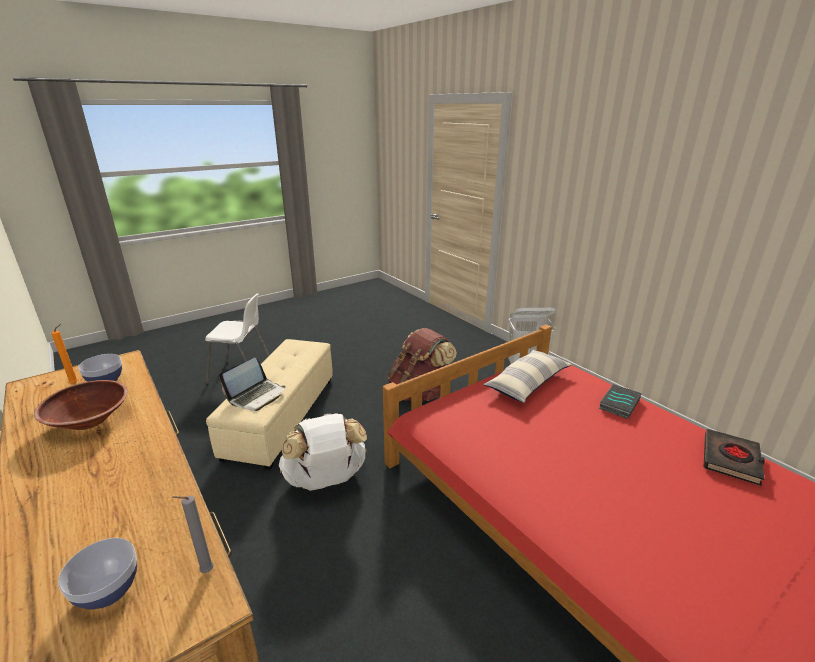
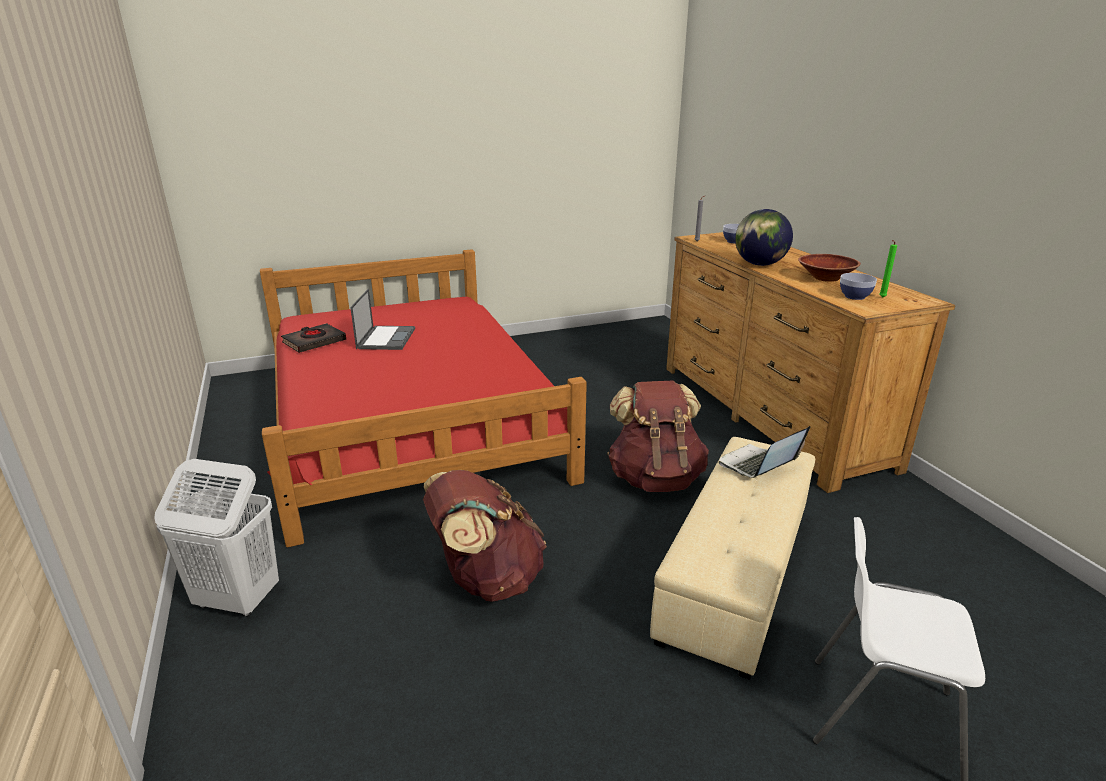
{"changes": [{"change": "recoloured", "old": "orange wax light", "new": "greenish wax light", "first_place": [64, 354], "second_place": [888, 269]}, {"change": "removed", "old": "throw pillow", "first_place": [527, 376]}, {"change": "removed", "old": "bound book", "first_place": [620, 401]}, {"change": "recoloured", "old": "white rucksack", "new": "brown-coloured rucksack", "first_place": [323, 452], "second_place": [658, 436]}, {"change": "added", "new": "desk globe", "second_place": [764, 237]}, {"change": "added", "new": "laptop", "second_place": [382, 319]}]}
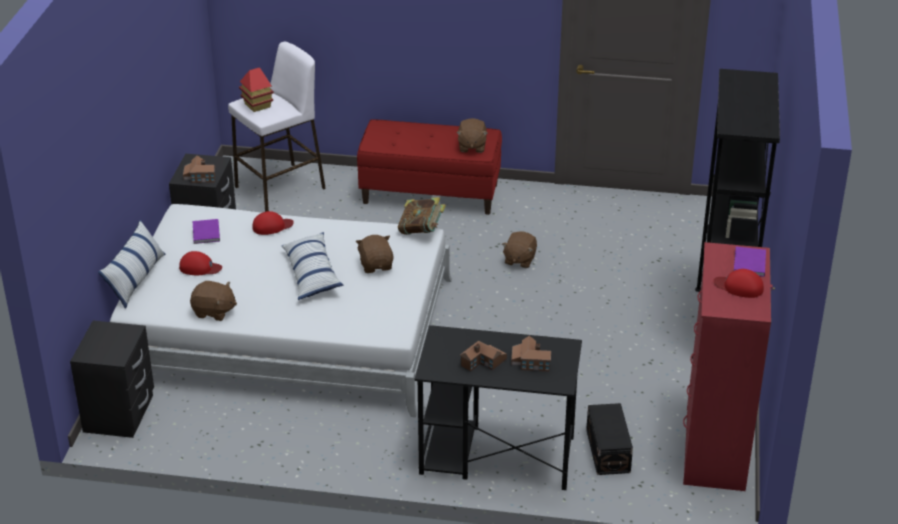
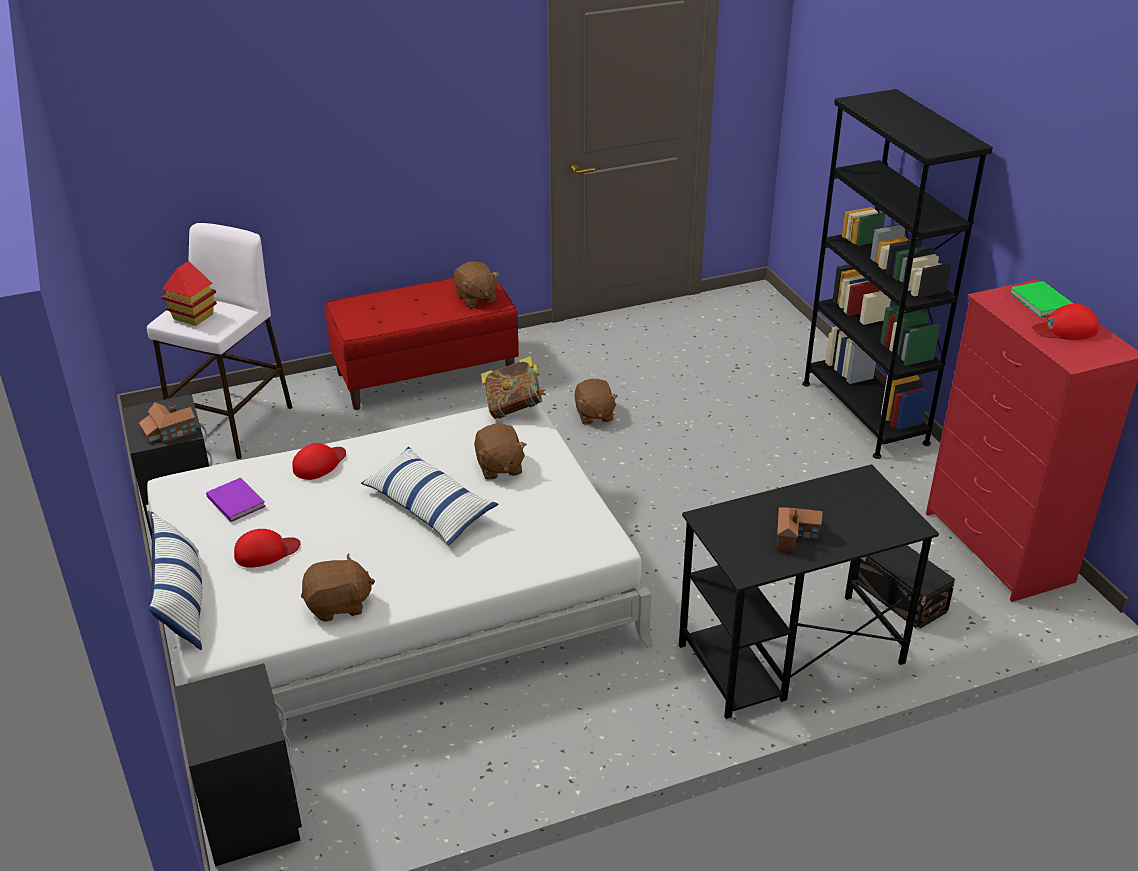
{"changes": [{"change": "turned", "old": "brown-coloured plush toy", "first_place": [375, 254], "second_place": [500, 452], "degrees": -150}, {"change": "recoloured", "old": "purple bound book", "new": "greenish bound book", "first_place": [750, 262], "second_place": [1041, 299]}, {"change": "removed", "old": "model house", "first_place": [531, 354]}]}
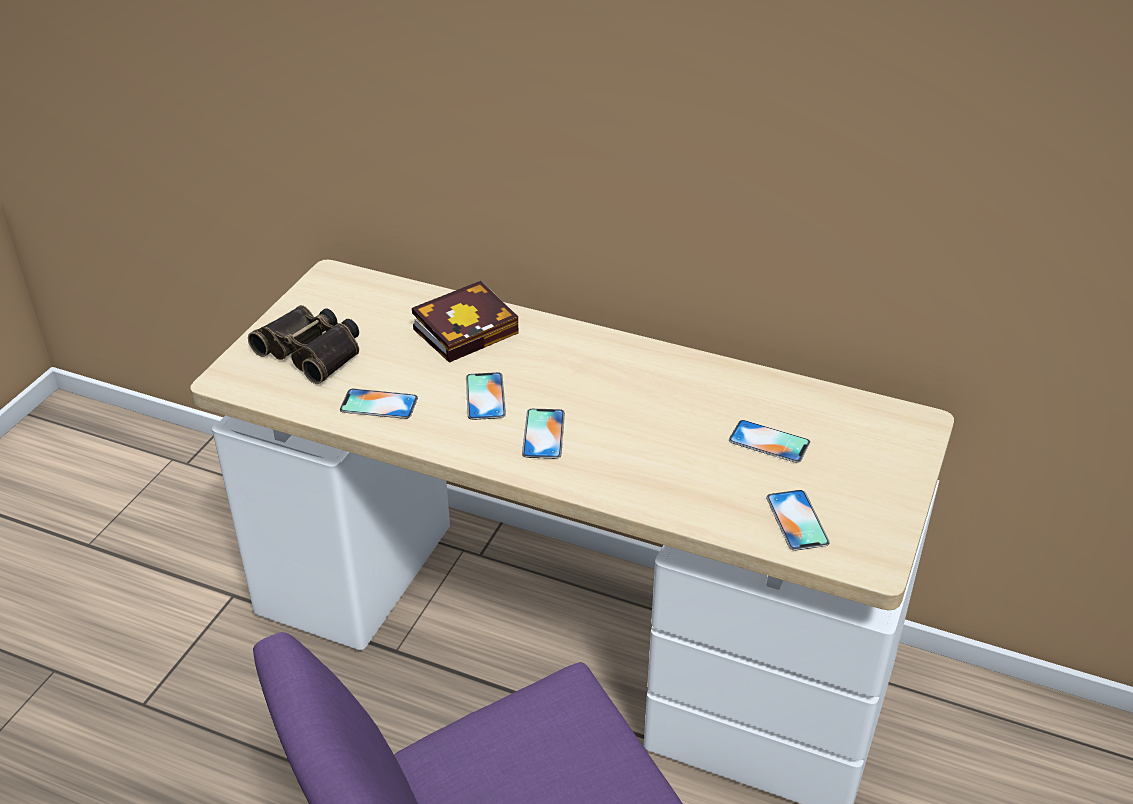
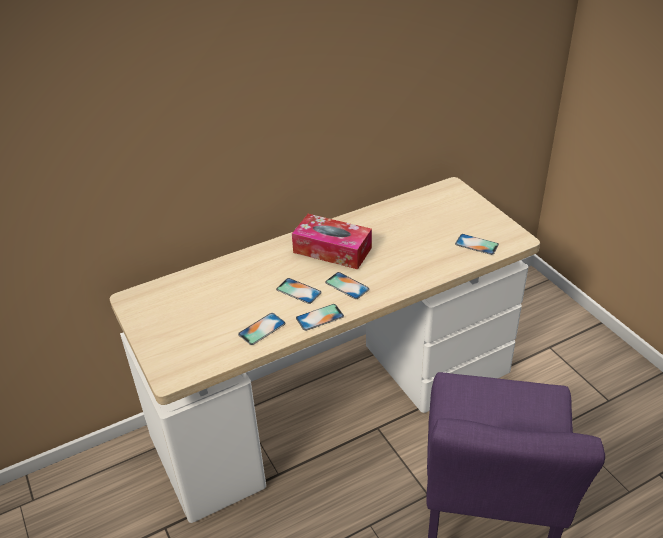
{"changes": [{"change": "removed", "old": "bound book", "first_place": [465, 322]}, {"change": "removed", "old": "field glasses", "first_place": [303, 344]}, {"change": "moved", "old": "telephone", "first_place": [769, 441], "second_place": [320, 317]}, {"change": "added", "new": "tissue box", "second_place": [332, 241]}]}
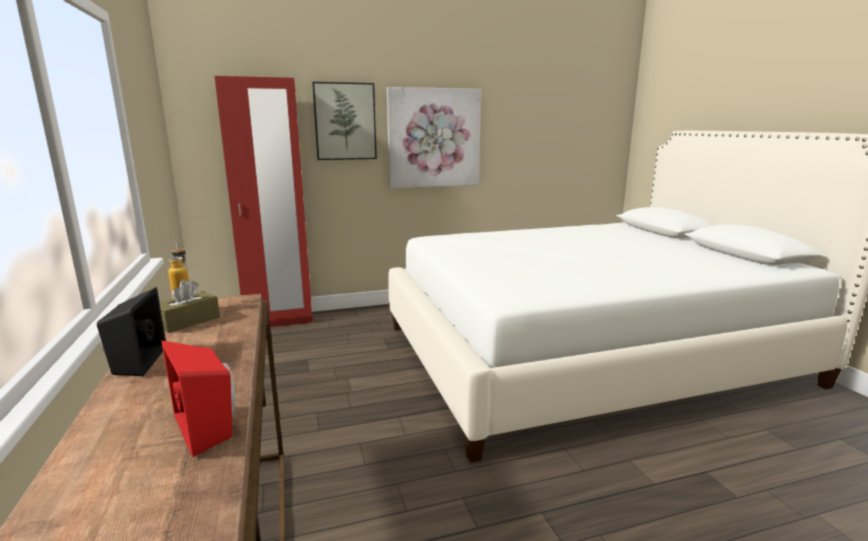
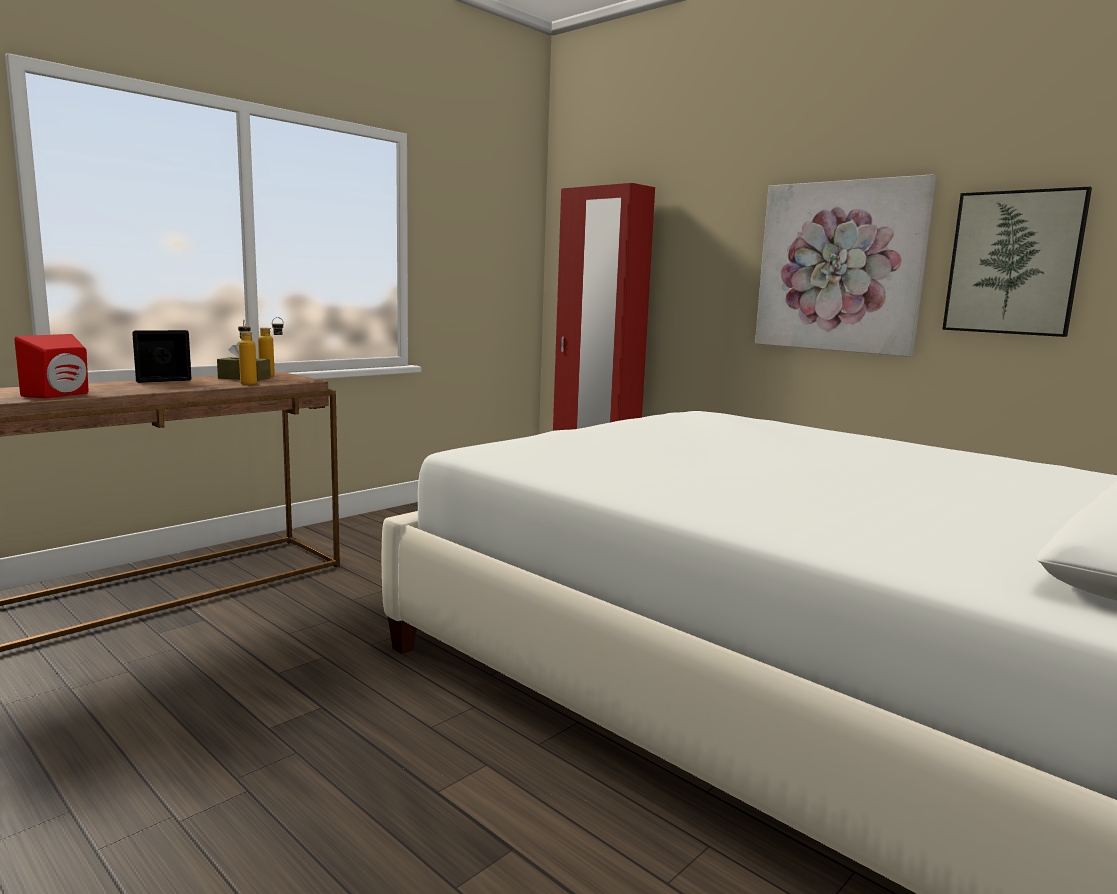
{"changes": [{"change": "moved", "old": "wall picture", "first_place": [344, 121], "second_place": [1017, 262]}, {"change": "added", "new": "beverage bottle", "second_place": [247, 352]}]}
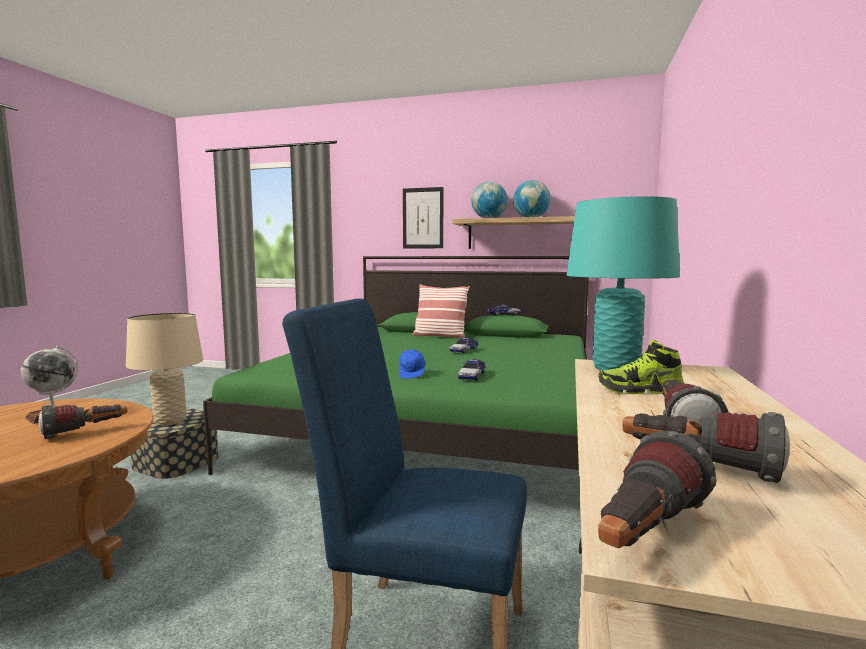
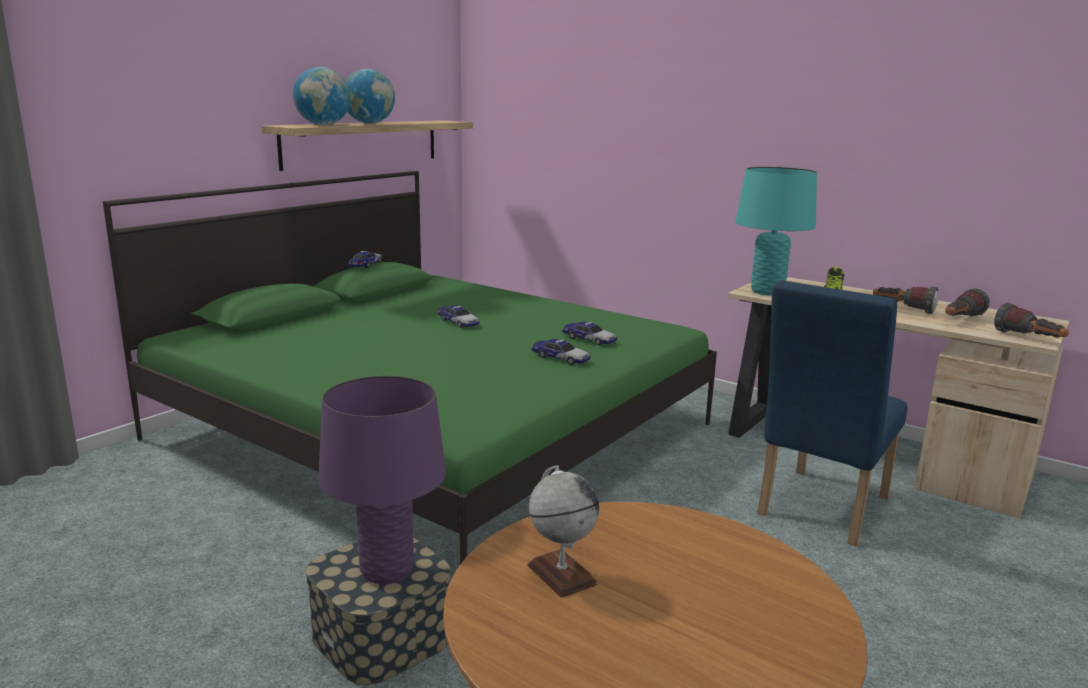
{"changes": [{"change": "removed", "old": "wall picture", "first_place": [423, 218]}, {"change": "removed", "old": "throw pillow", "first_place": [441, 311]}, {"change": "recoloured", "old": "beige-coloured tabletop lamp", "new": "purple tabletop lamp", "first_place": [164, 369], "second_place": [382, 480]}, {"change": "replaced", "old": "bluish cap", "new": "model car", "first_place": [412, 364], "second_place": [561, 352]}, {"change": "removed", "old": "torch", "first_place": [82, 421]}]}
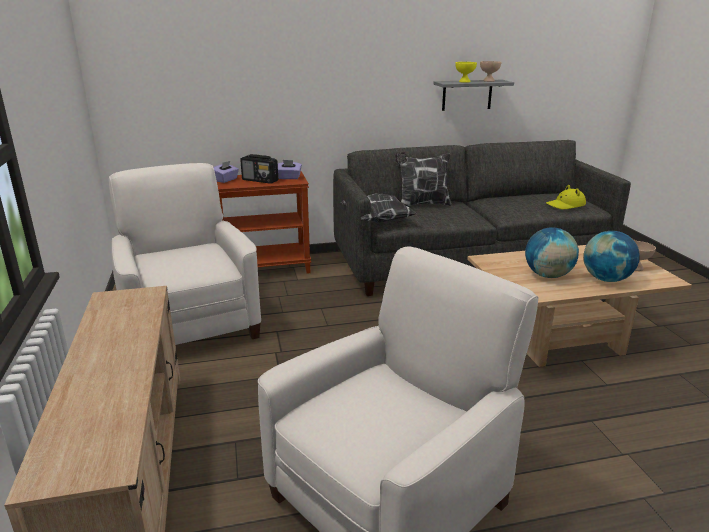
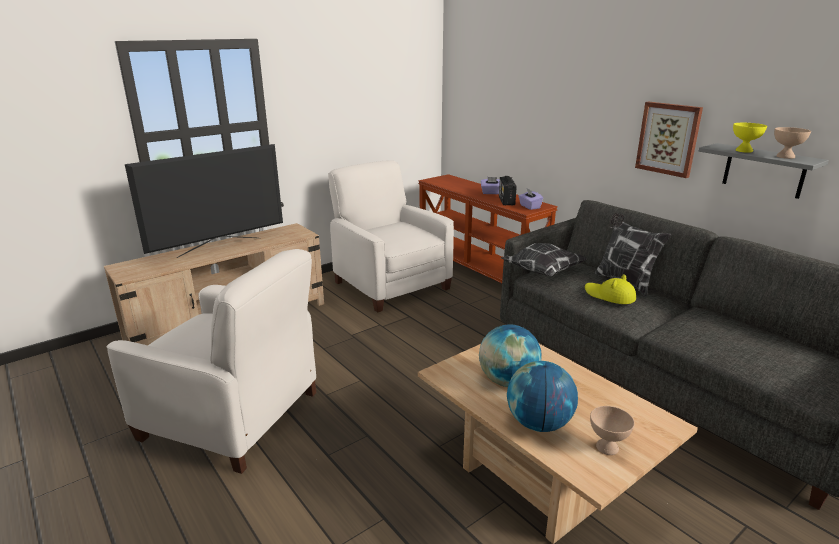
{"changes": [{"change": "turned", "old": "white armchair", "first_place": [185, 254], "second_place": [391, 236], "degrees": -75}, {"change": "moved", "old": "yellow hat", "first_place": [566, 197], "second_place": [610, 289]}, {"change": "added", "new": "wall picture", "second_place": [669, 139]}, {"change": "added", "new": "TV set", "second_place": [204, 201]}]}
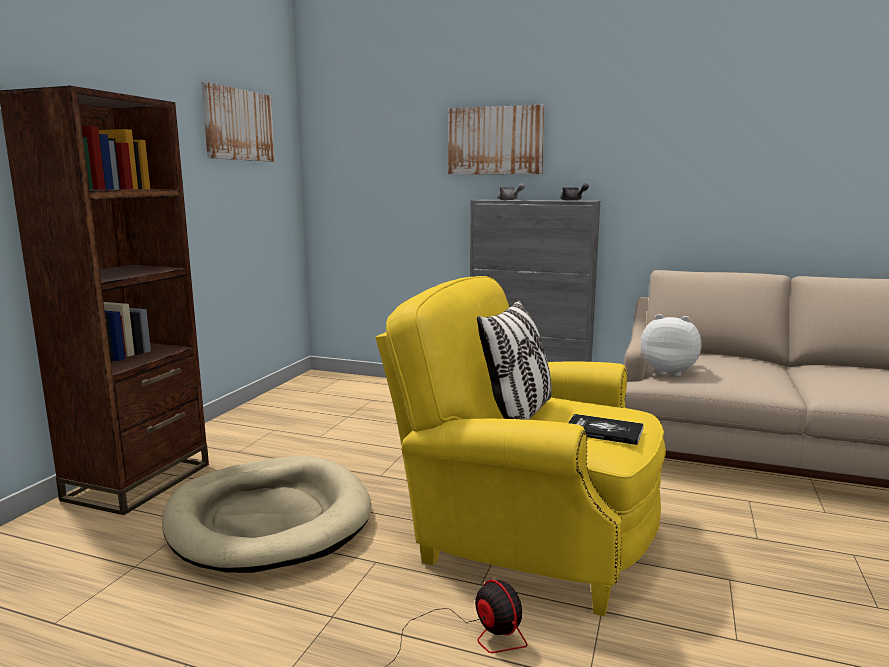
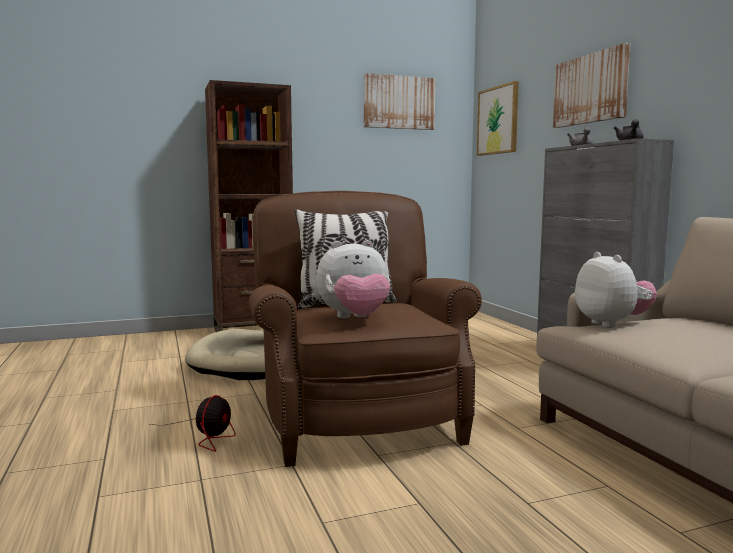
{"changes": [{"change": "recoloured", "old": "yellow armchair", "new": "brown-coloured armchair", "first_place": [520, 446], "second_place": [365, 329]}, {"change": "replaced", "old": "bound book", "new": "plush toy", "first_place": [606, 429], "second_place": [353, 279]}, {"change": "added", "new": "wall picture", "second_place": [498, 118]}]}
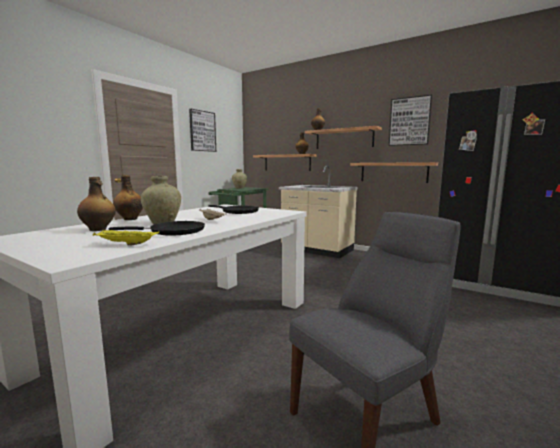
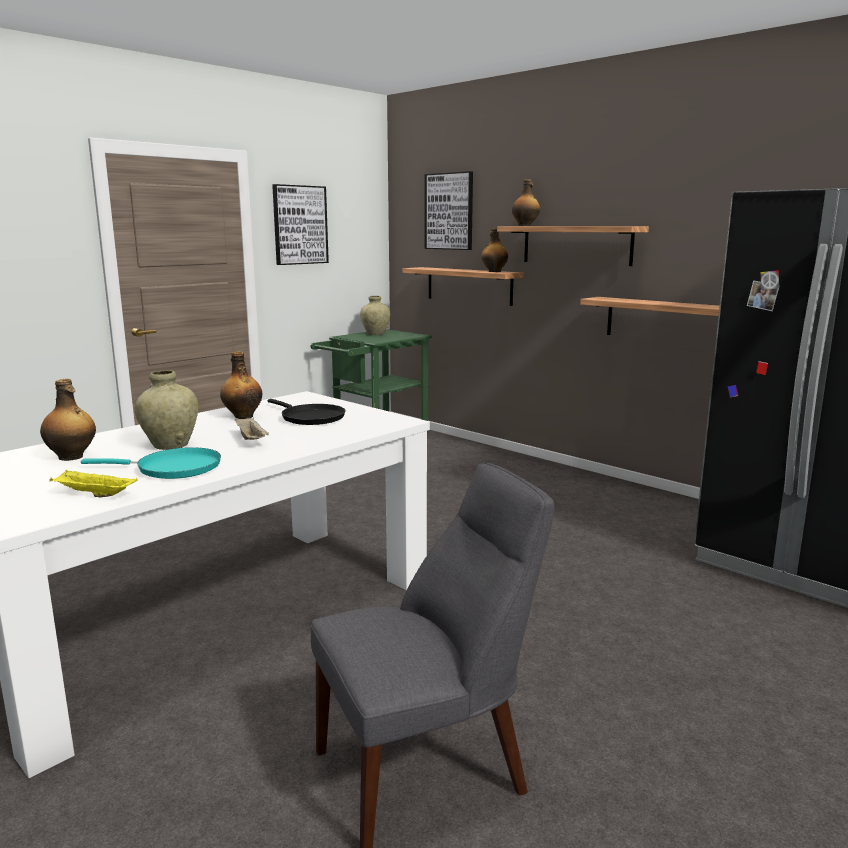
{"changes": [{"change": "moved", "old": "wall picture", "first_place": [410, 120], "second_place": [449, 210]}, {"change": "removed", "old": "beige-coloured kitchen counter", "first_place": [318, 211]}, {"change": "moved", "old": "beverage bottle", "first_place": [128, 197], "second_place": [241, 385]}, {"change": "recoloured", "old": "blackish pan", "new": "turquoise pan", "first_place": [157, 228], "second_place": [151, 463]}]}
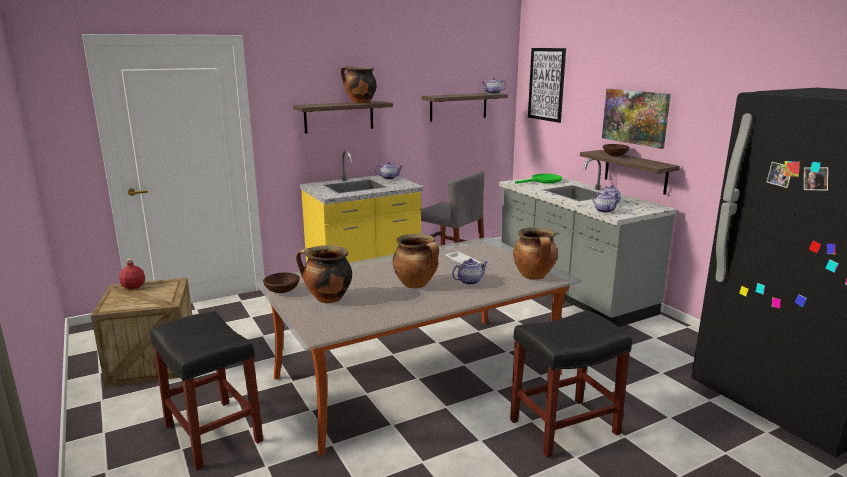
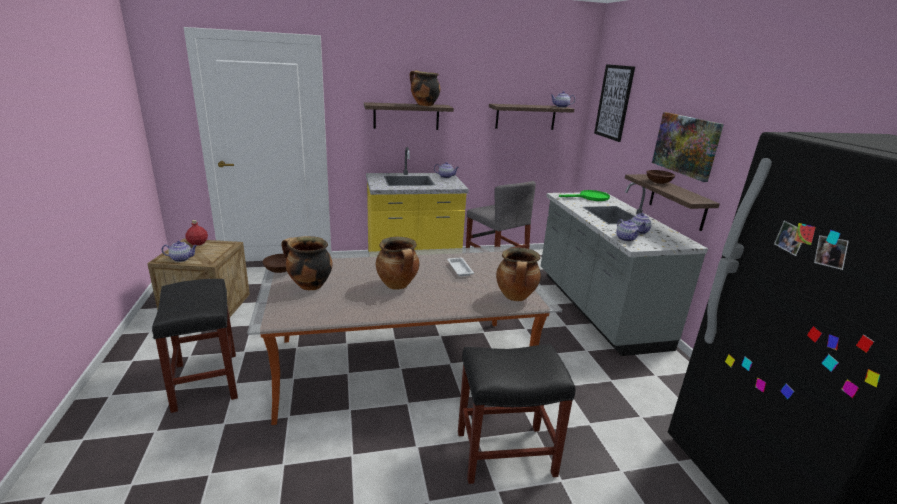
{"changes": [{"change": "moved", "old": "teapot", "first_place": [470, 272], "second_place": [179, 251]}]}
